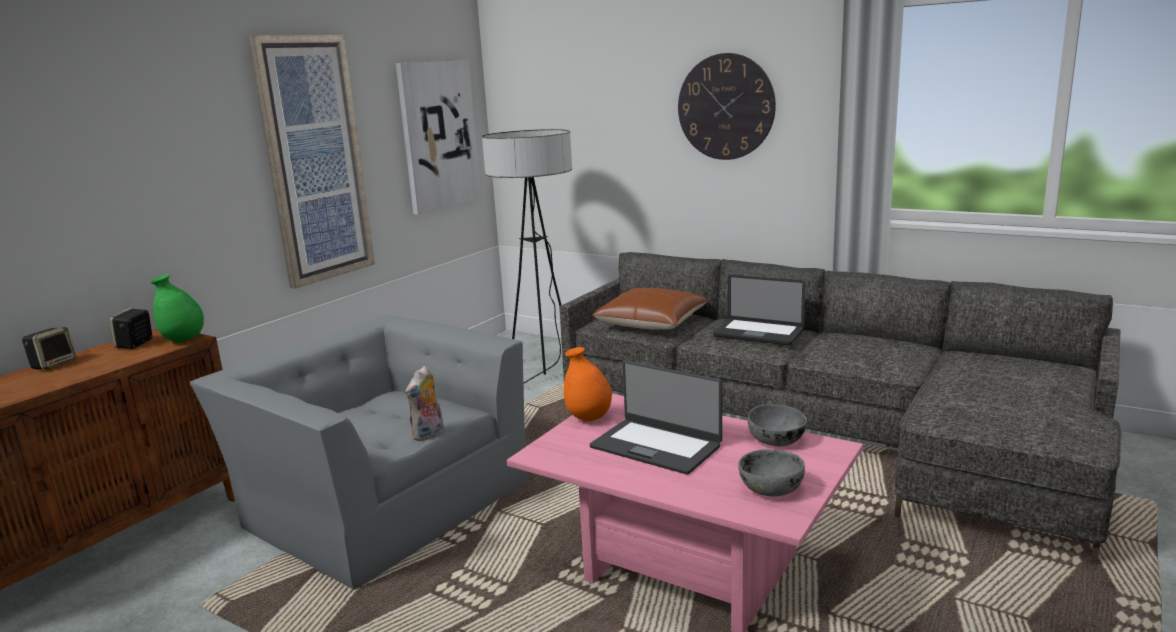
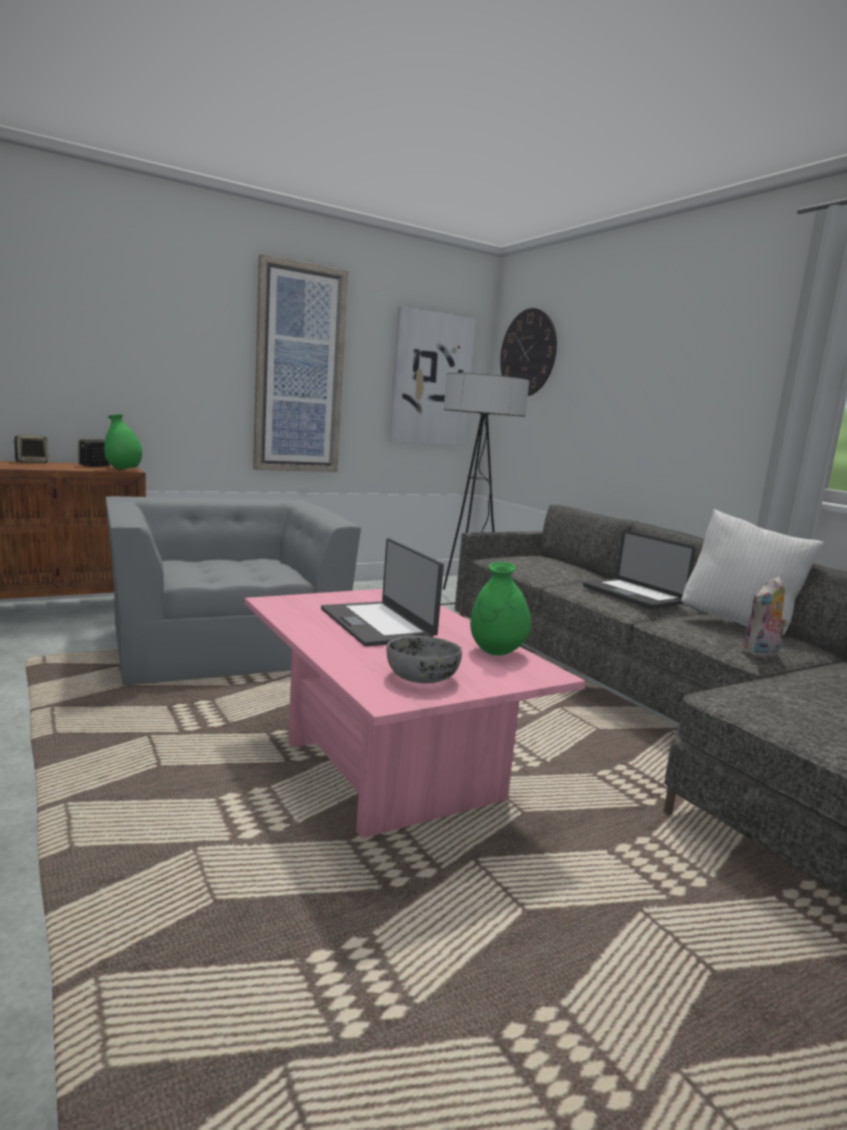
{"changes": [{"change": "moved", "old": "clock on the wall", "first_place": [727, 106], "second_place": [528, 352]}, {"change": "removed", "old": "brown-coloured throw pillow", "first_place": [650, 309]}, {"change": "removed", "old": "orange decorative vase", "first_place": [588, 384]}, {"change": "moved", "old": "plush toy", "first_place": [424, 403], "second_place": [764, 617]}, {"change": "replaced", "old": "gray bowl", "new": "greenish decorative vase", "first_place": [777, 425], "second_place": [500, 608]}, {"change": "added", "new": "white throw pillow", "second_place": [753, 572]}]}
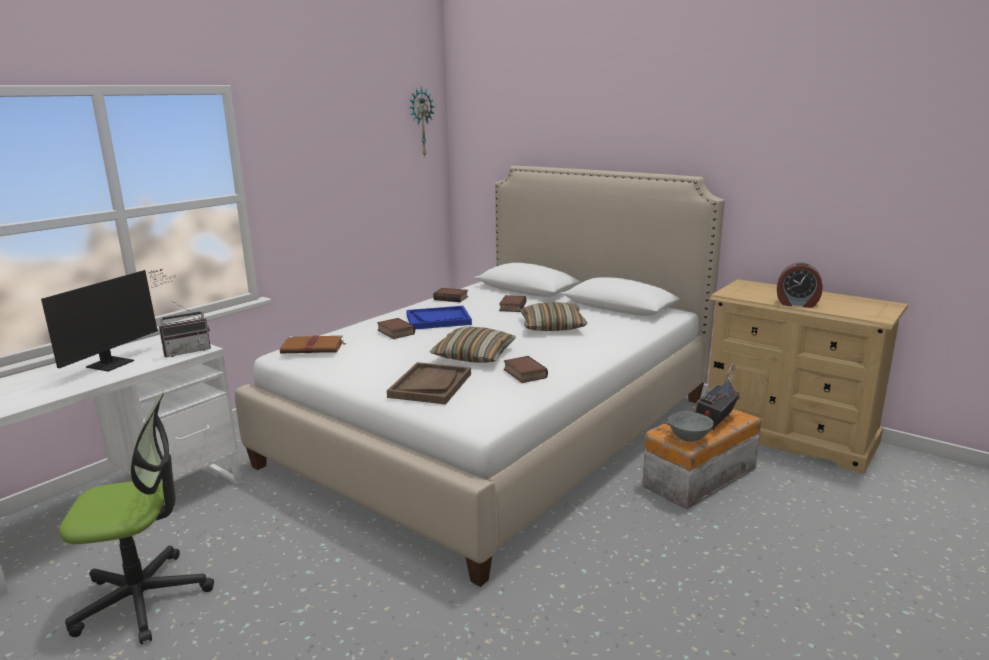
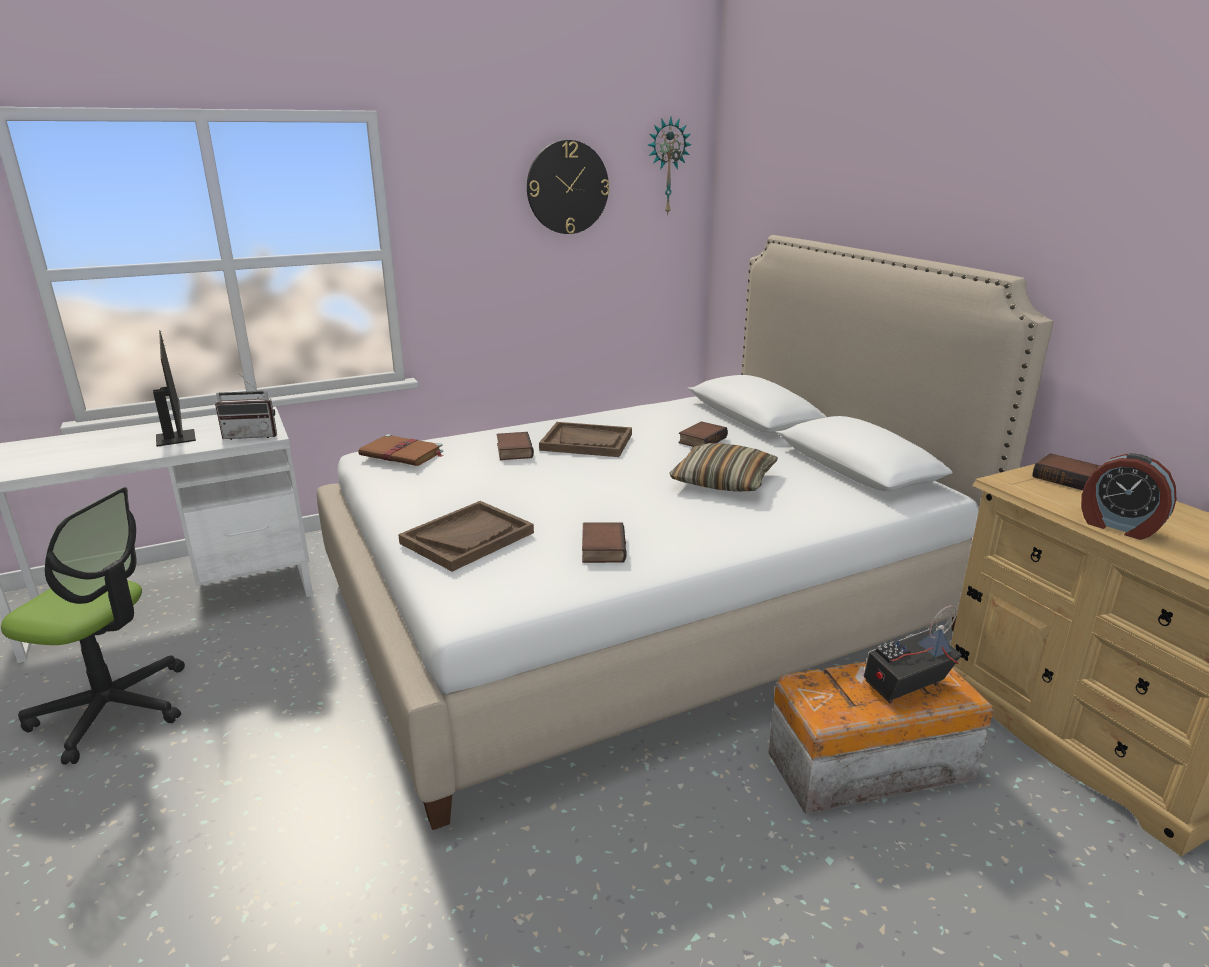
{"changes": [{"change": "turned", "old": "monitor", "first_place": [108, 320], "second_place": [174, 388], "degrees": -75}, {"change": "moved", "old": "bound book", "first_place": [450, 295], "second_place": [1066, 471]}, {"change": "recoloured", "old": "bluish serving tray", "new": "brown-coloured serving tray", "first_place": [439, 317], "second_place": [585, 439]}, {"change": "removed", "old": "throw pillow", "first_place": [473, 345]}, {"change": "removed", "old": "gray bowl", "first_place": [691, 426]}, {"change": "added", "new": "clock on the wall", "second_place": [568, 187]}]}
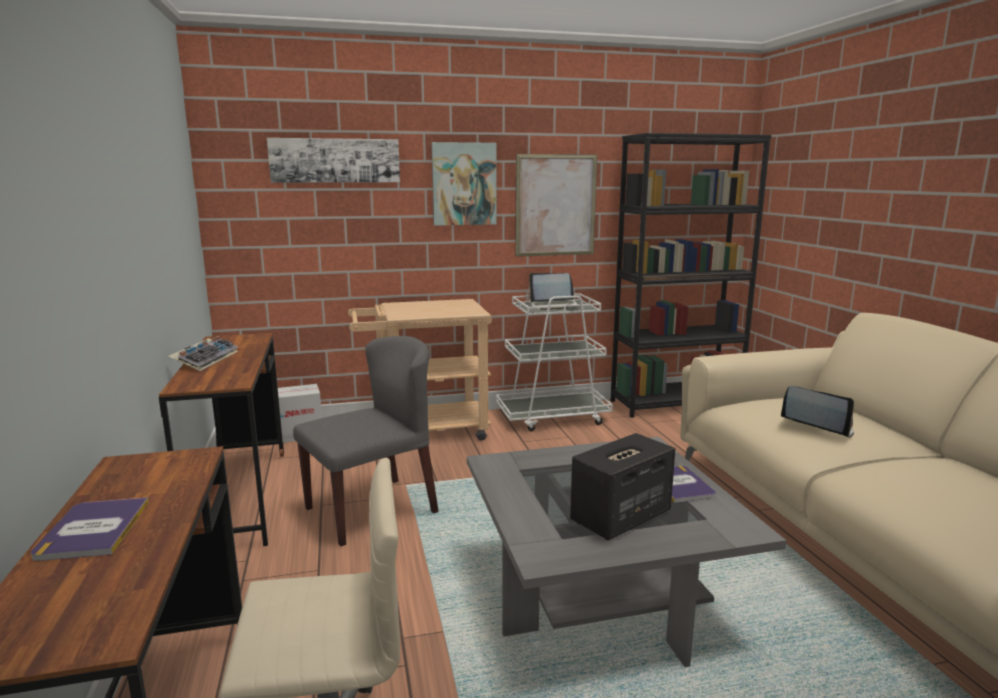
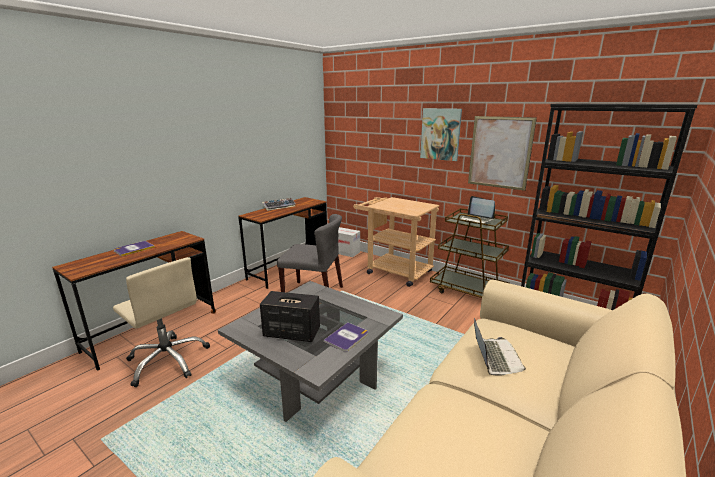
{"changes": [{"change": "removed", "old": "wall picture", "first_place": [333, 160]}, {"change": "recoloured", "old": "white cart", "new": "brown-coloured cart", "first_place": [554, 362], "second_place": [470, 253]}]}
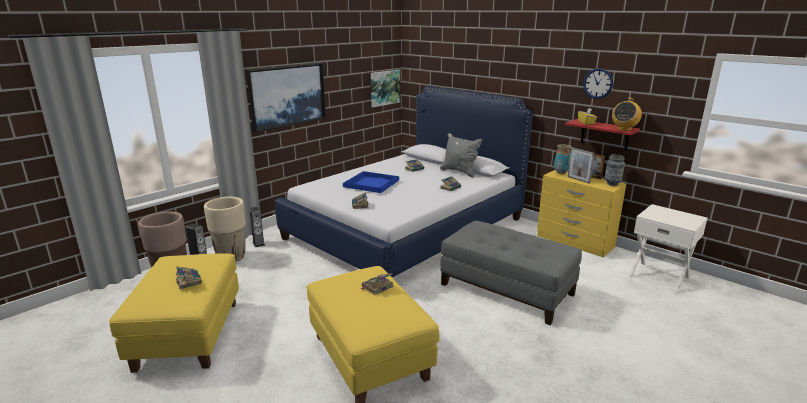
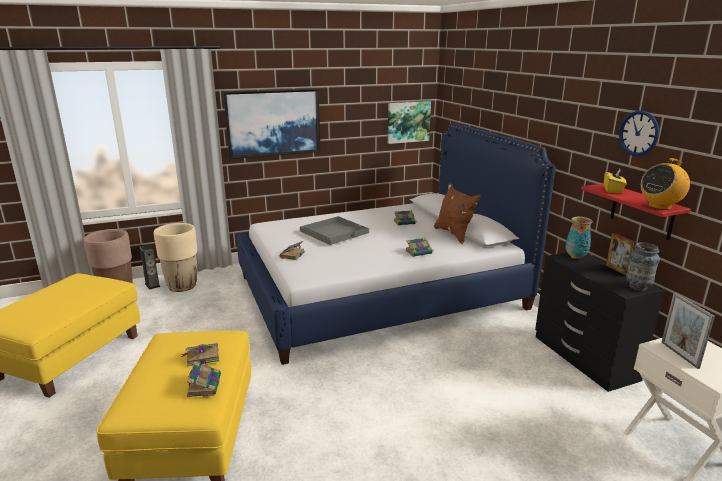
{"changes": [{"change": "recoloured", "old": "gray throw pillow", "new": "brown-coloured throw pillow", "first_place": [461, 155], "second_place": [457, 213]}, {"change": "moved", "old": "picture frame", "first_place": [581, 165], "second_place": [688, 331]}, {"change": "recoloured", "old": "yellow chest of drawers", "new": "blackish chest of drawers", "first_place": [581, 213], "second_place": [599, 322]}, {"change": "recoloured", "old": "bluish serving tray", "new": "gray serving tray", "first_place": [371, 182], "second_place": [334, 230]}, {"change": "removed", "old": "audio speaker", "first_place": [257, 227]}, {"change": "removed", "old": "gray pouffe", "first_place": [511, 273]}, {"change": "moved", "old": "bound book", "first_place": [189, 277], "second_place": [204, 379]}]}
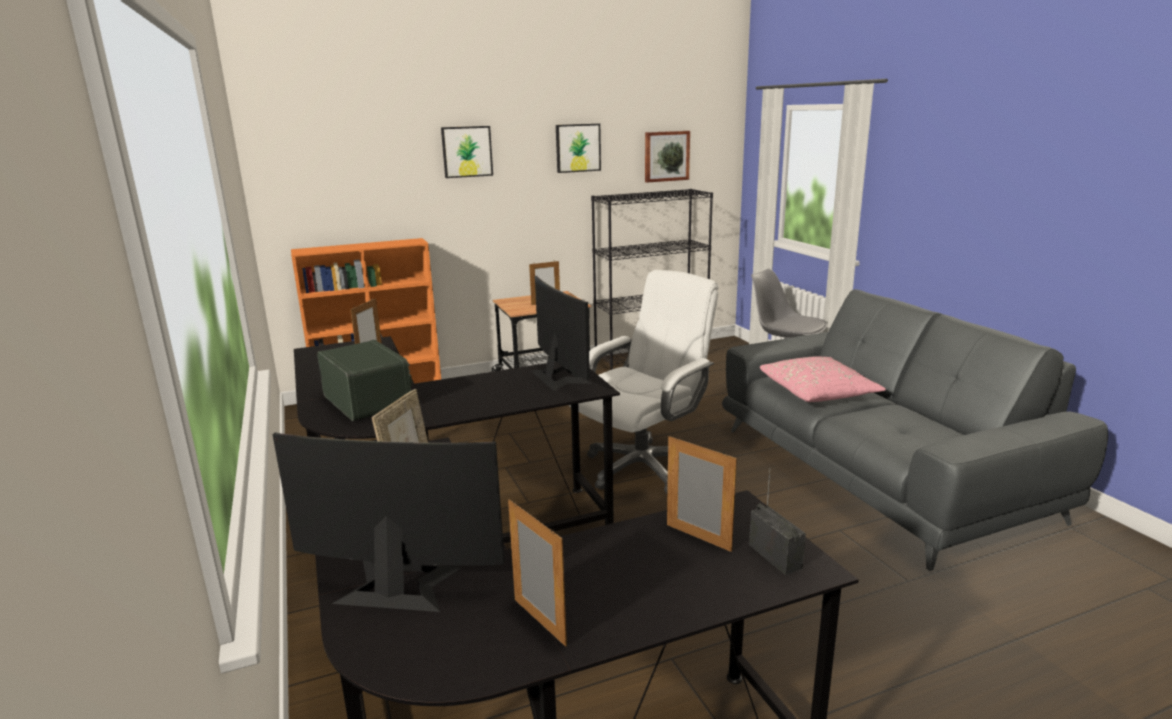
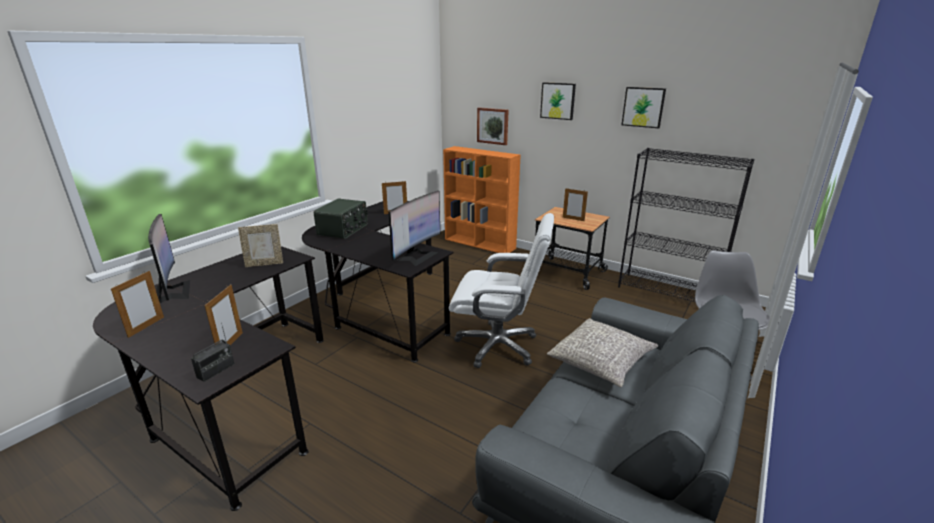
{"changes": [{"change": "moved", "old": "wall picture", "first_place": [667, 156], "second_place": [493, 126]}, {"change": "recoloured", "old": "pink throw pillow", "new": "gray throw pillow", "first_place": [823, 379], "second_place": [602, 353]}]}
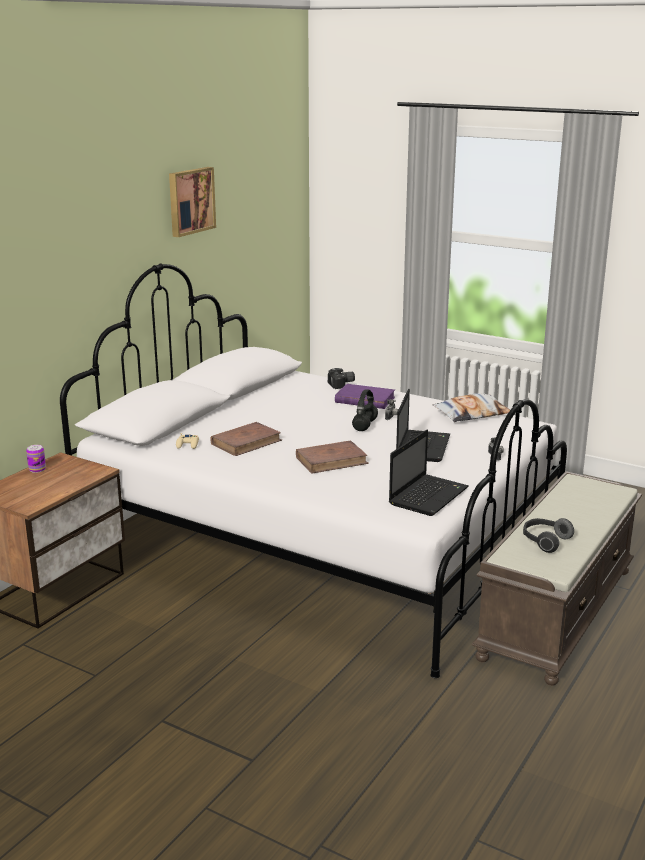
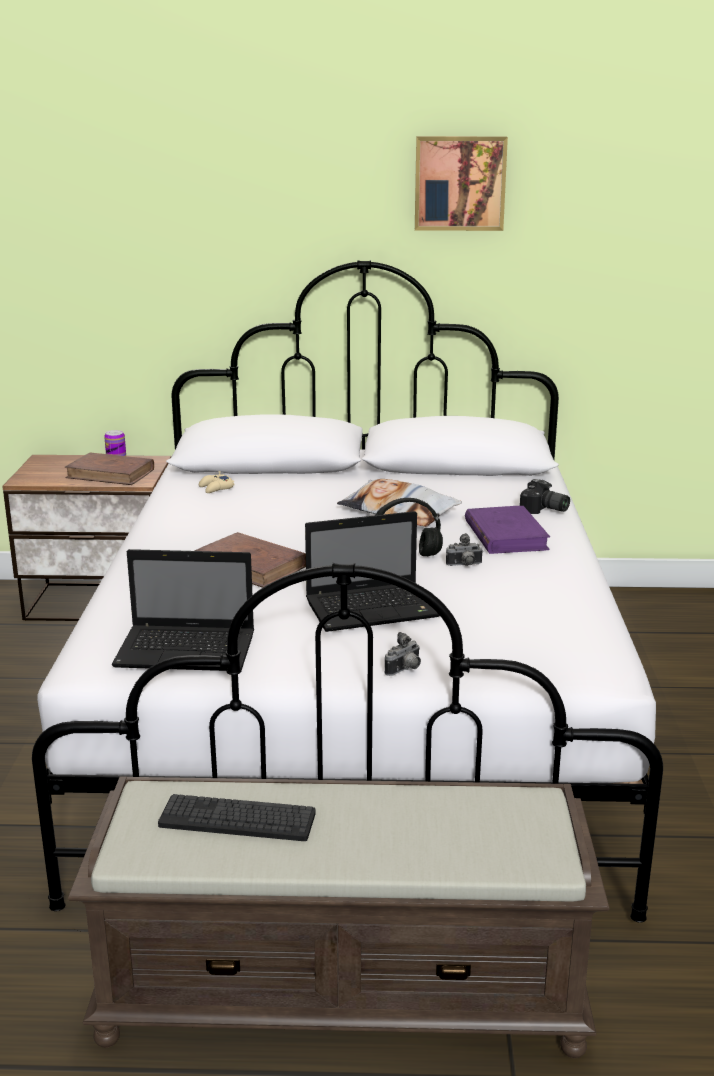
{"changes": [{"change": "moved", "old": "throw pillow", "first_place": [471, 407], "second_place": [399, 503]}, {"change": "moved", "old": "brown-coloured bound book", "first_place": [246, 439], "second_place": [109, 468]}, {"change": "replaced", "old": "headphones", "new": "keyboard", "first_place": [548, 535], "second_place": [237, 817]}]}
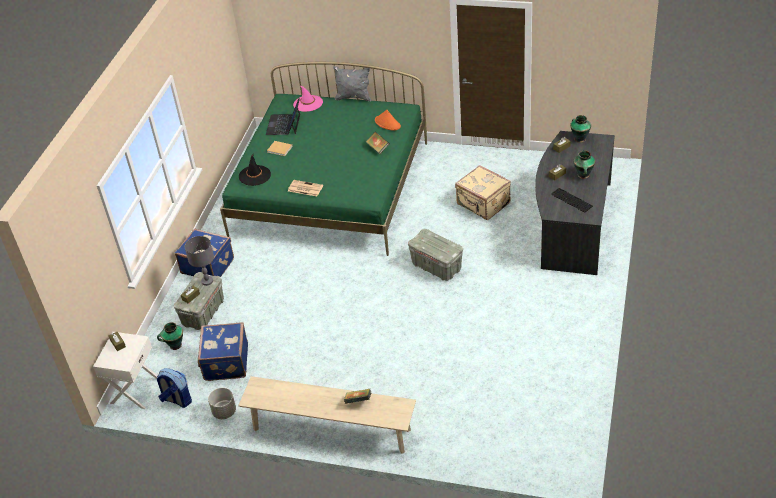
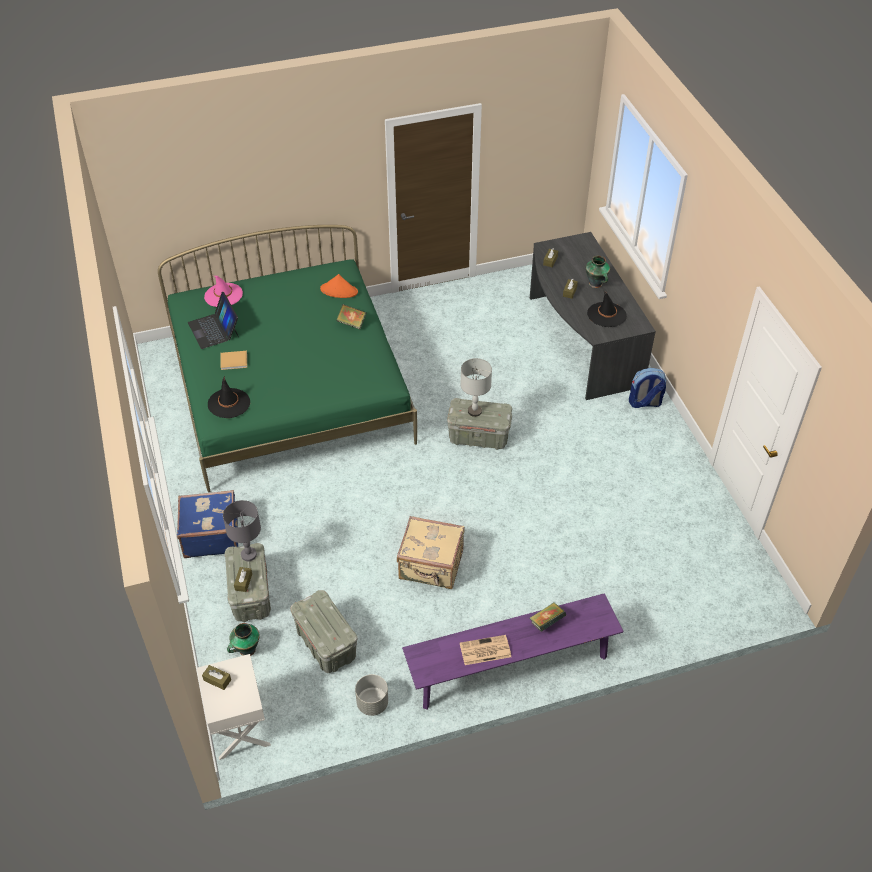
{"changes": [{"change": "removed", "old": "gray throw pillow", "first_place": [352, 84]}, {"change": "removed", "old": "decorative vase", "first_place": [580, 129]}, {"change": "moved", "old": "beige-coloured travel case", "first_place": [483, 192], "second_place": [431, 552]}, {"change": "moved", "old": "daily paper", "first_place": [305, 188], "second_place": [485, 650]}, {"change": "replaced", "old": "keyboard", "new": "blackish hat", "first_place": [572, 200], "second_place": [607, 308]}, {"change": "replaced", "old": "bluish travel case", "new": "gray storage box", "first_place": [223, 351], "second_place": [323, 631]}, {"change": "moved", "old": "rucksack", "first_place": [174, 388], "second_place": [647, 388]}, {"change": "recoloured", "old": "beige-coloured long seat", "new": "purple long seat", "first_place": [327, 415], "second_place": [512, 651]}, {"change": "added", "new": "gray tabletop lamp", "second_place": [476, 387]}]}
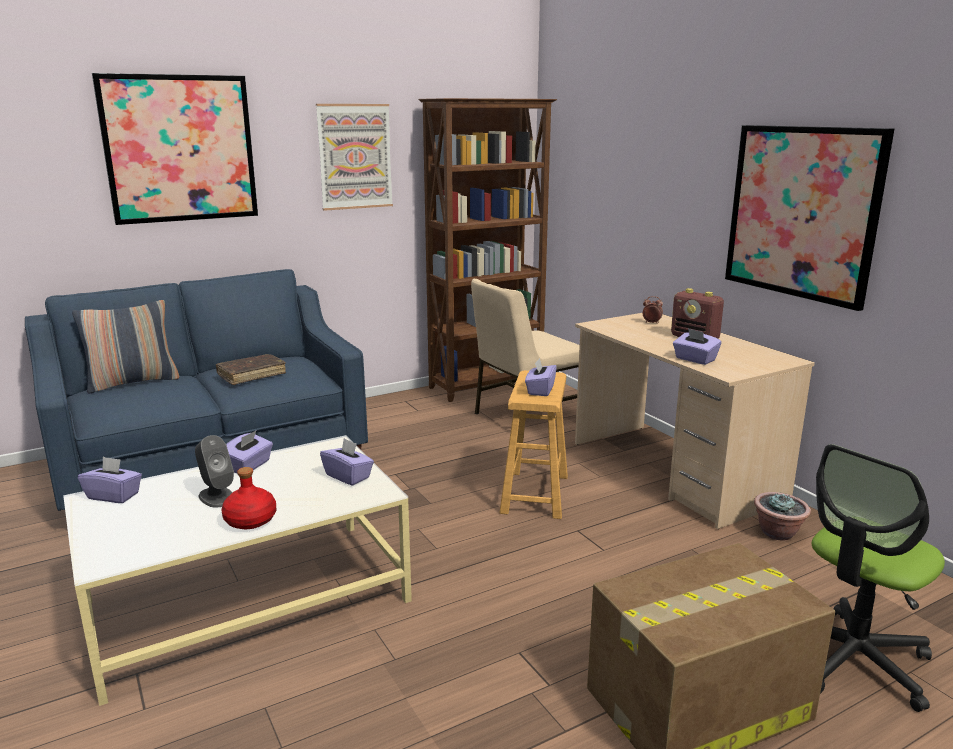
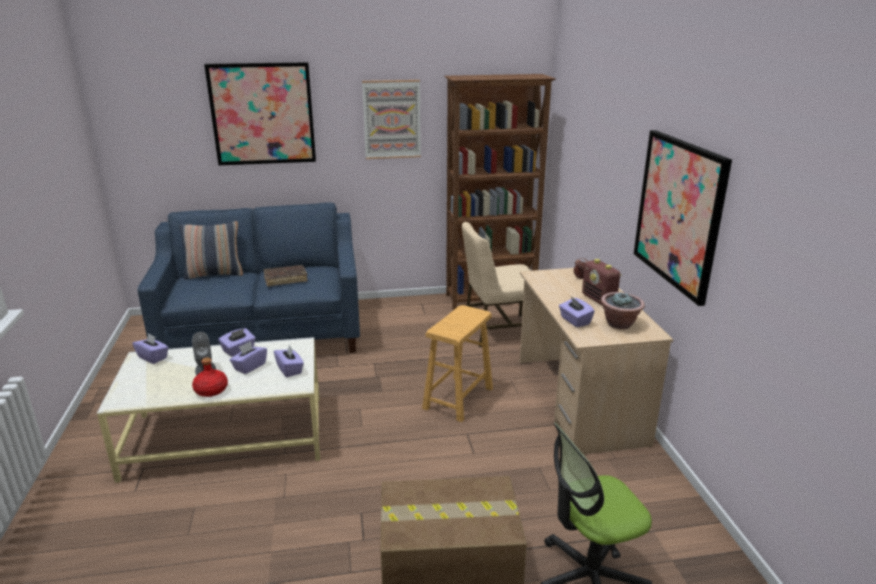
{"changes": [{"change": "moved", "old": "purple tissue box", "first_place": [541, 377], "second_place": [248, 357]}, {"change": "moved", "old": "plant in a pot", "first_place": [782, 516], "second_place": [623, 310]}]}
